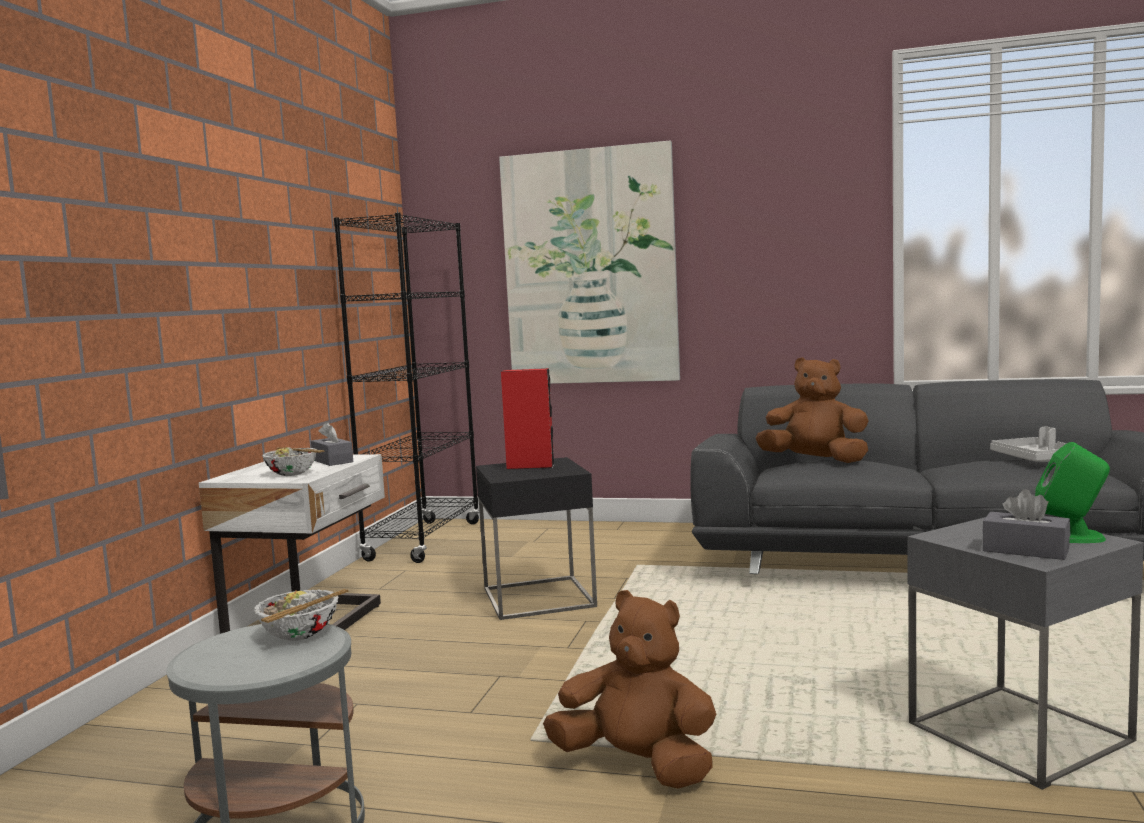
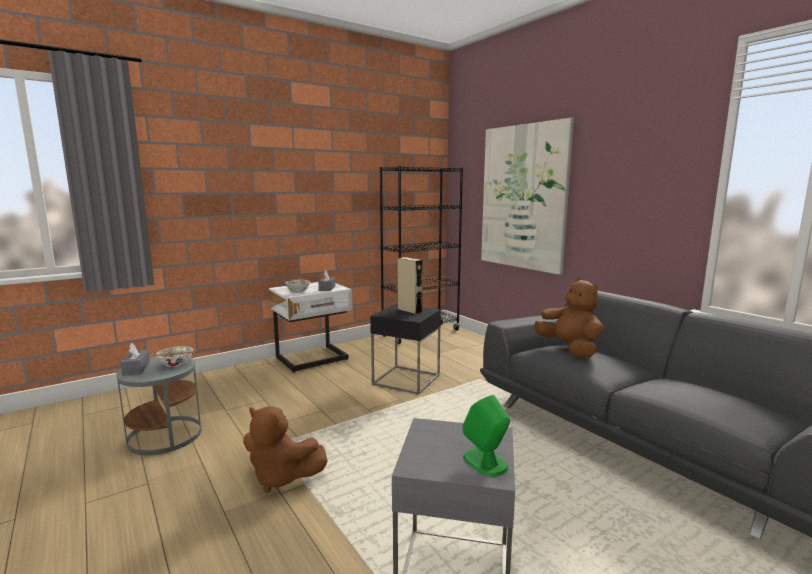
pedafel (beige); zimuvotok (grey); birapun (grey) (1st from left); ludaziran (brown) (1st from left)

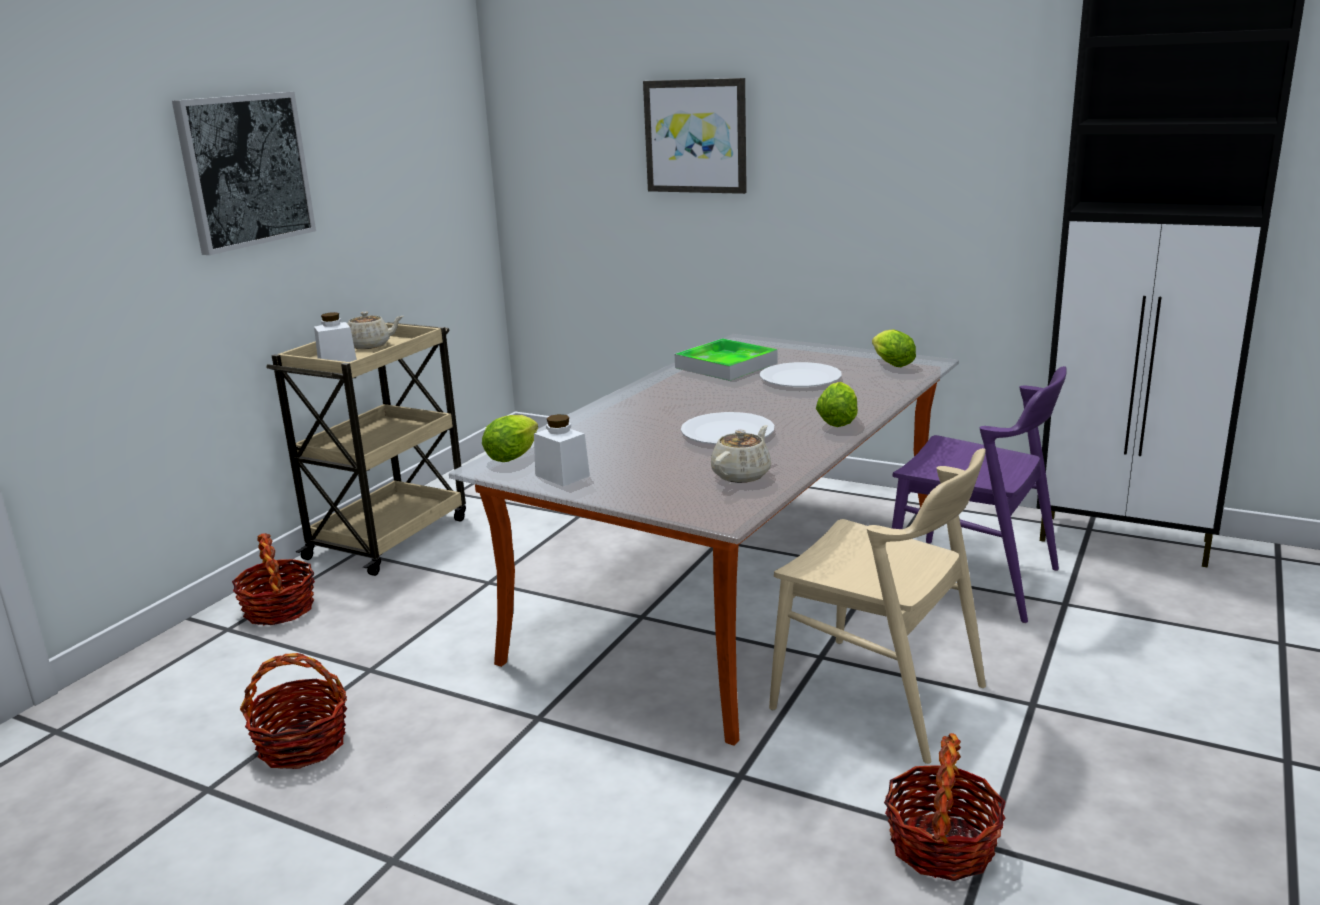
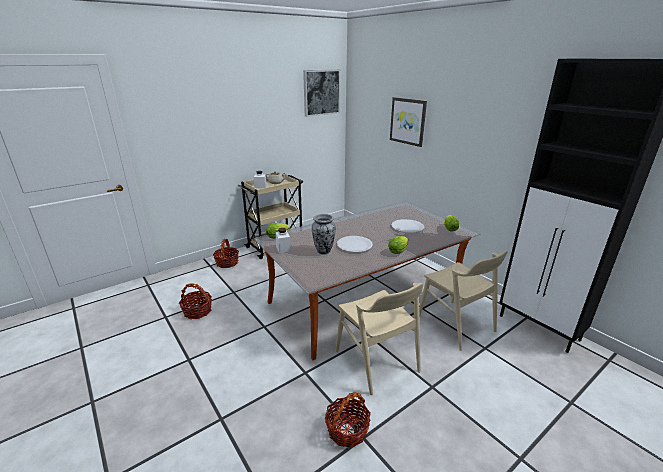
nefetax (1st from left); zimuvotok; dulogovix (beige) (2nd from left); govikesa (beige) (2nd from left in the first image); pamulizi

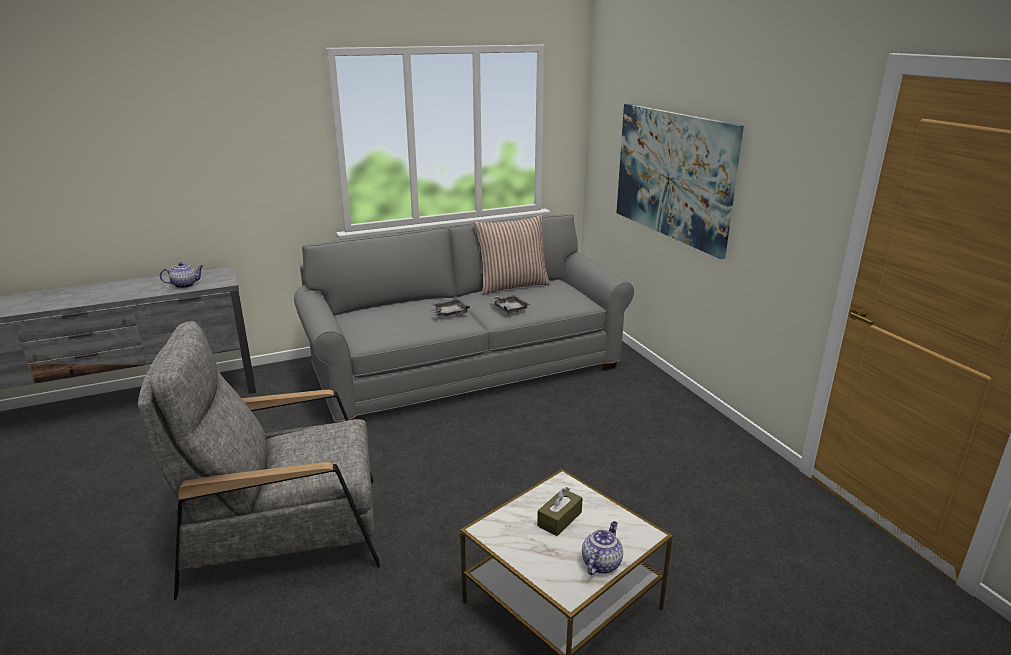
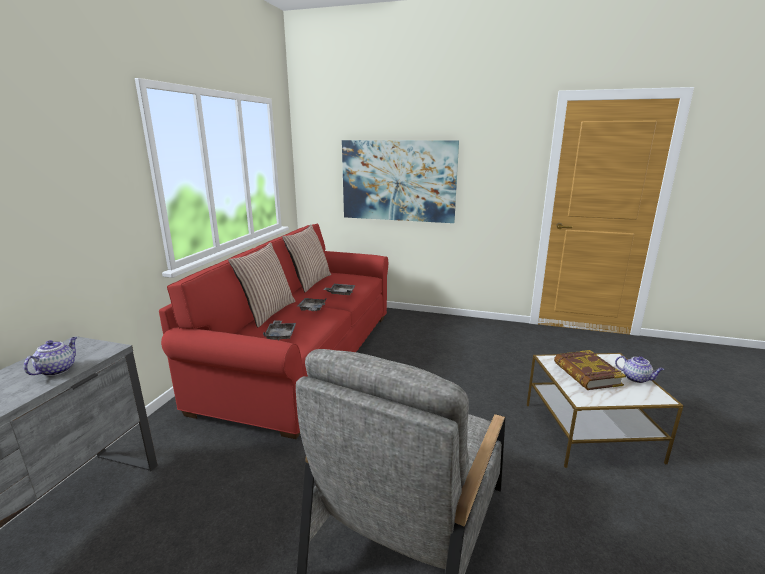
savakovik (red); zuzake; govikesa (2nd from left); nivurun (1st from left); zimuvotok (grey) (1st from left)

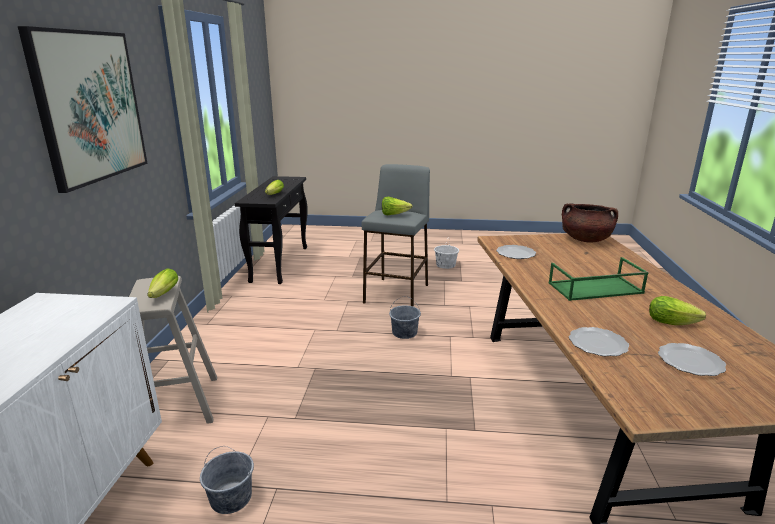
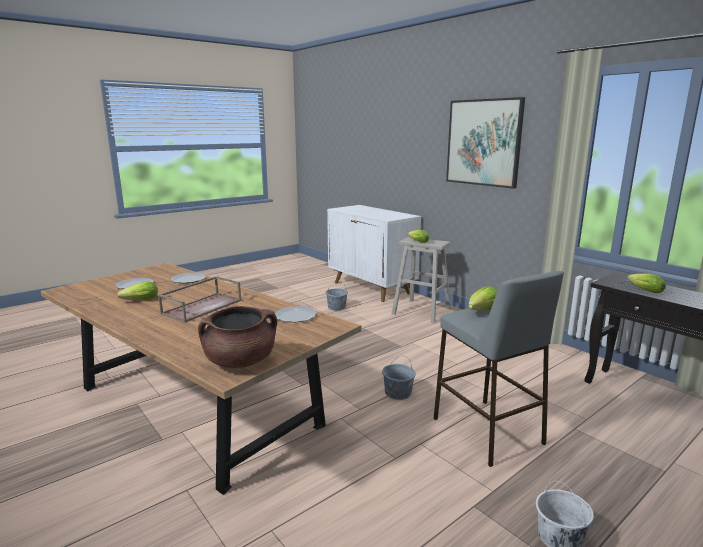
zimuvotok (brown)

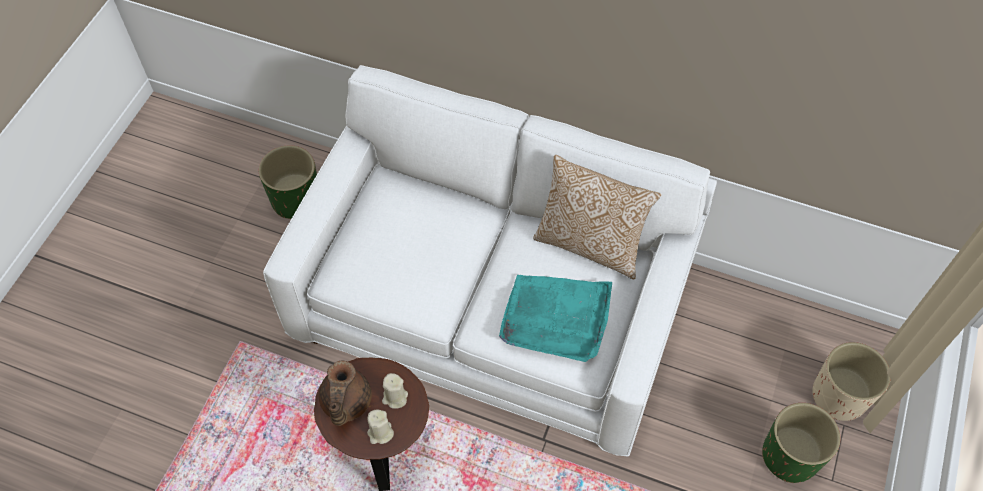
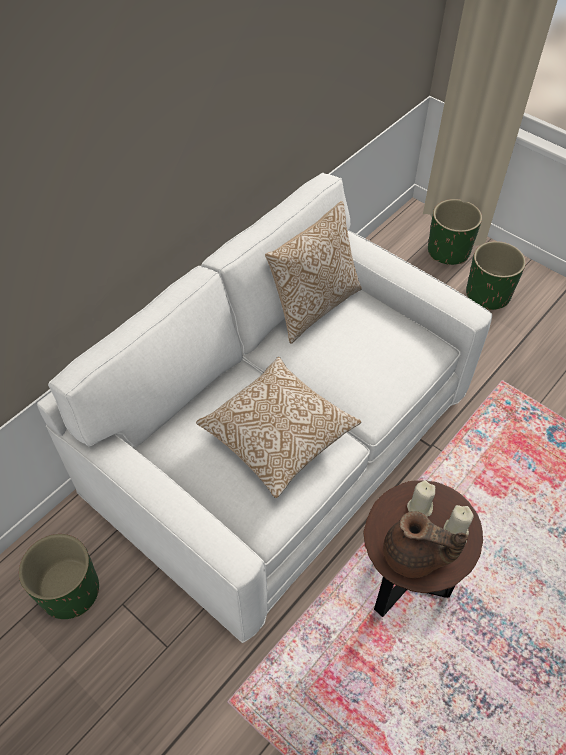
zimuvotok (turquoise); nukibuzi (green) (2nd from left); nivurun (1st from left)

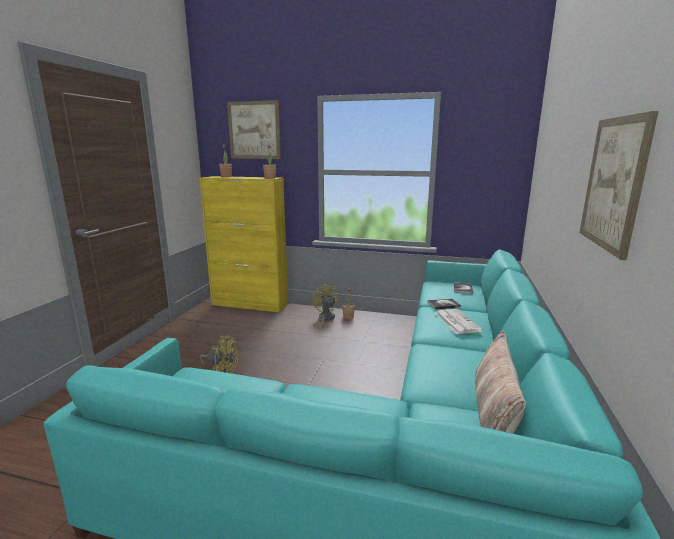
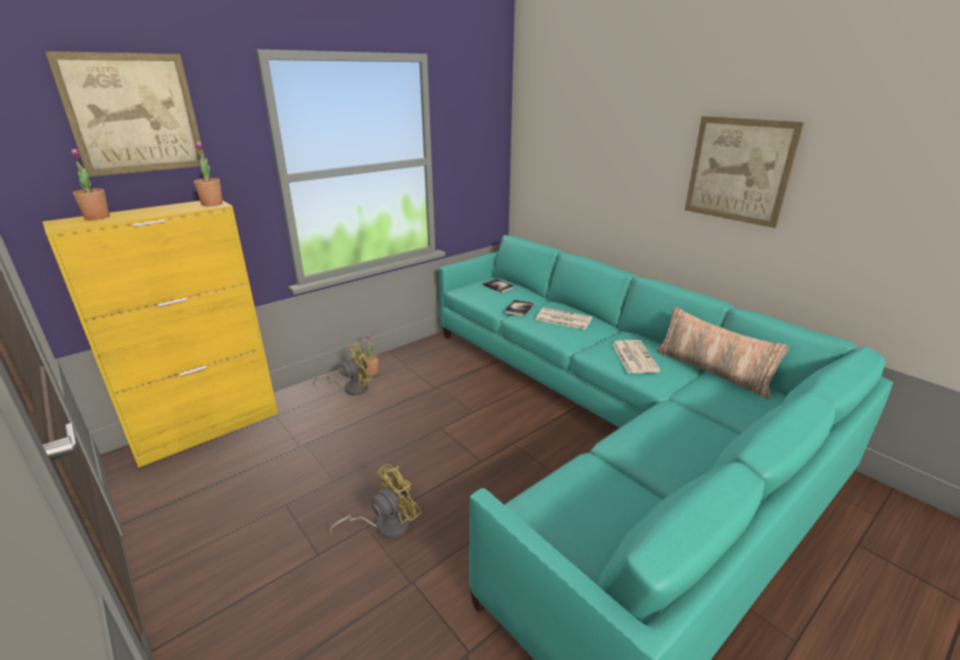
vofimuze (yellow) (1st from left); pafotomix (2nd from left)

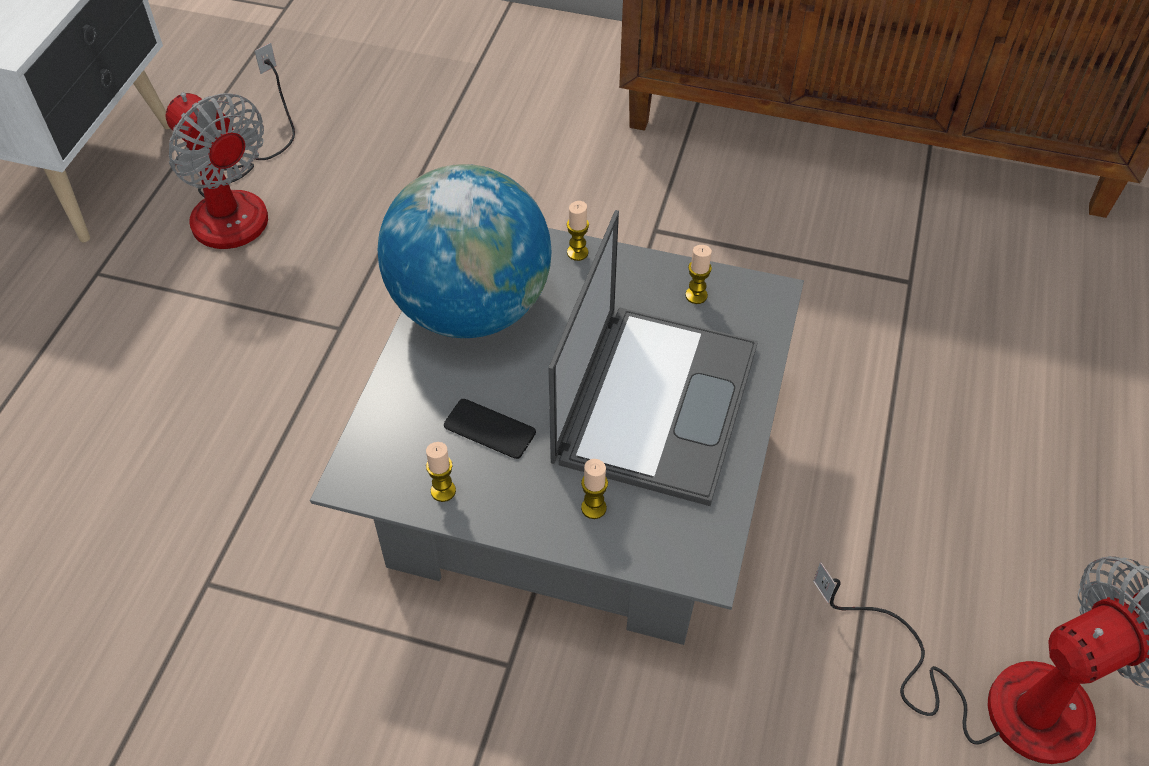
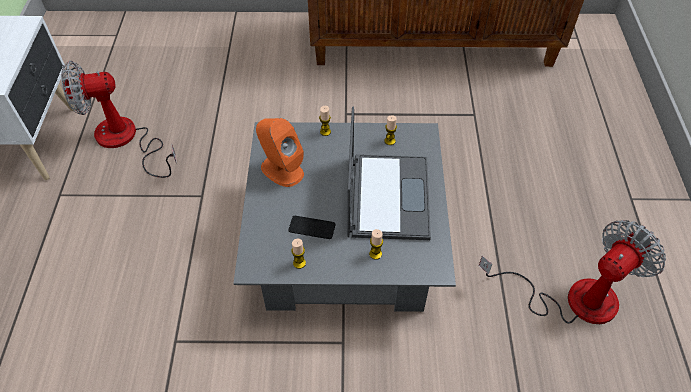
vofimuze (1st from left); pedafel (orange)

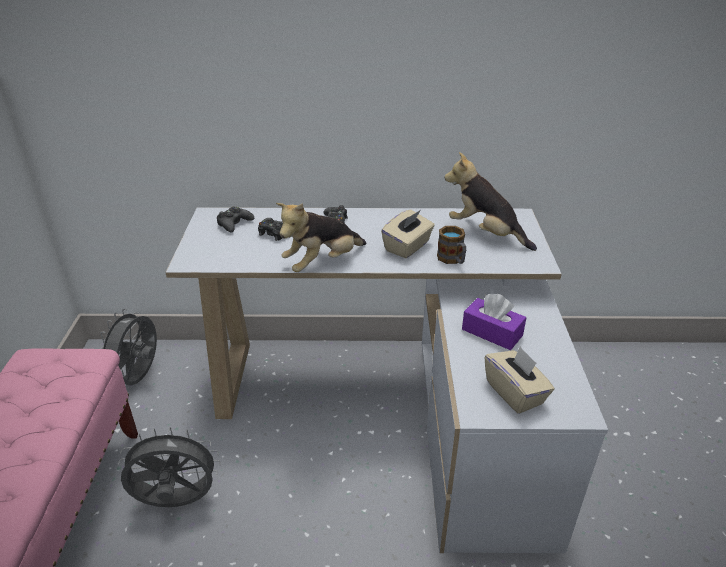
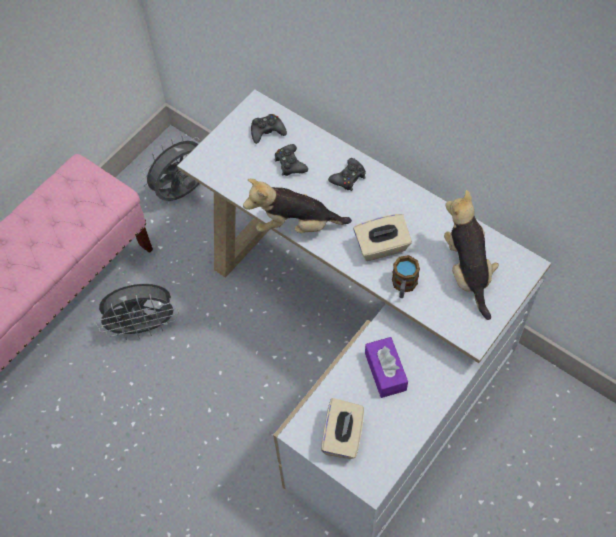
vofimuze (grey) (1st from left)

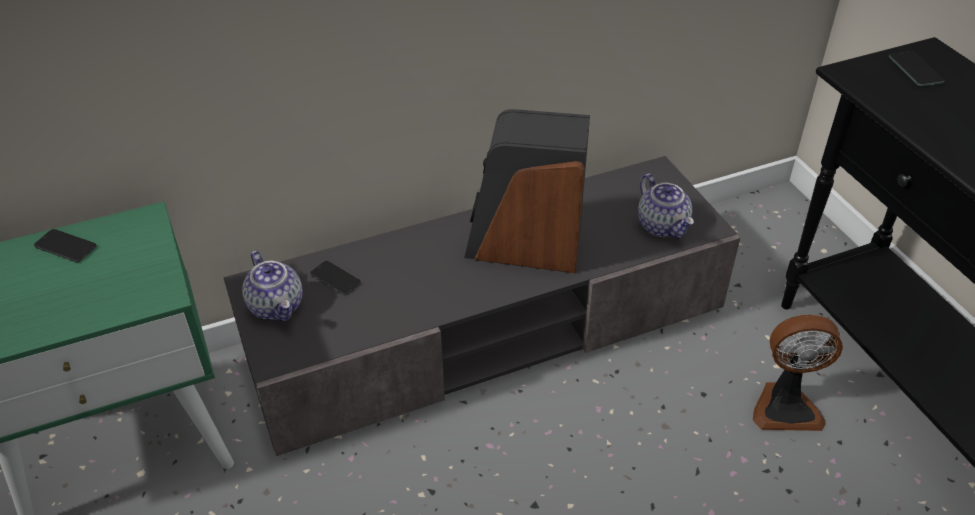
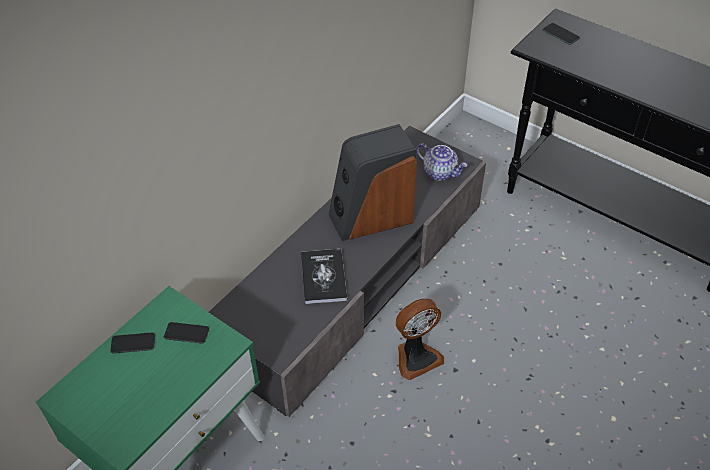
govikesa (1st from left in the first image); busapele (2nd from left); vofimuze; zuzake

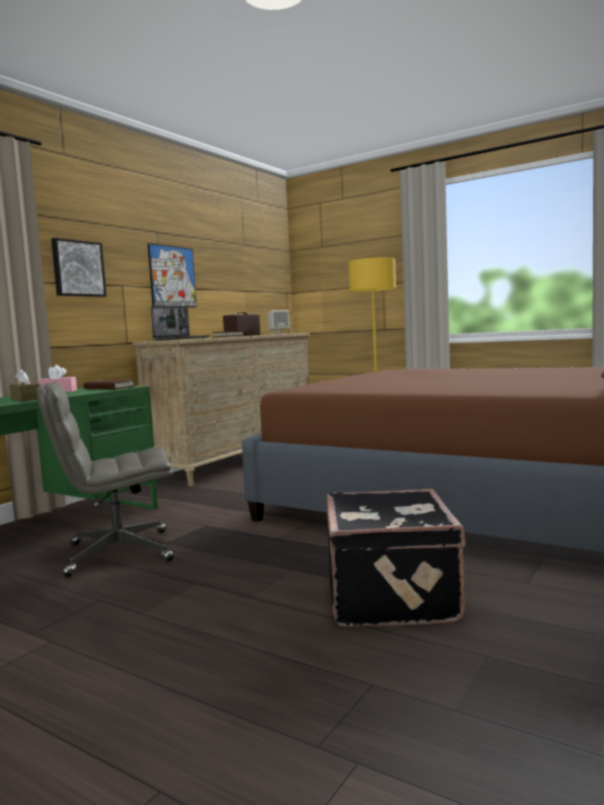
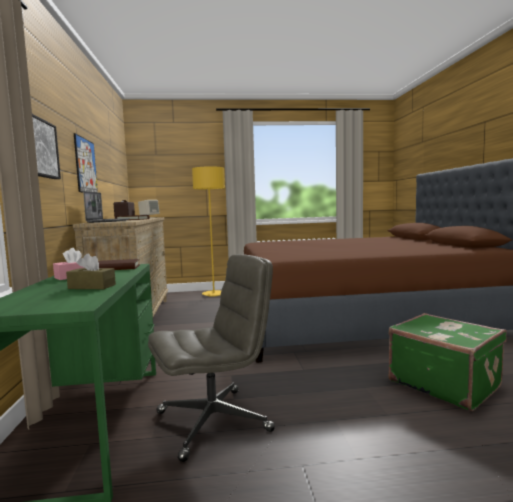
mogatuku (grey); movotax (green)

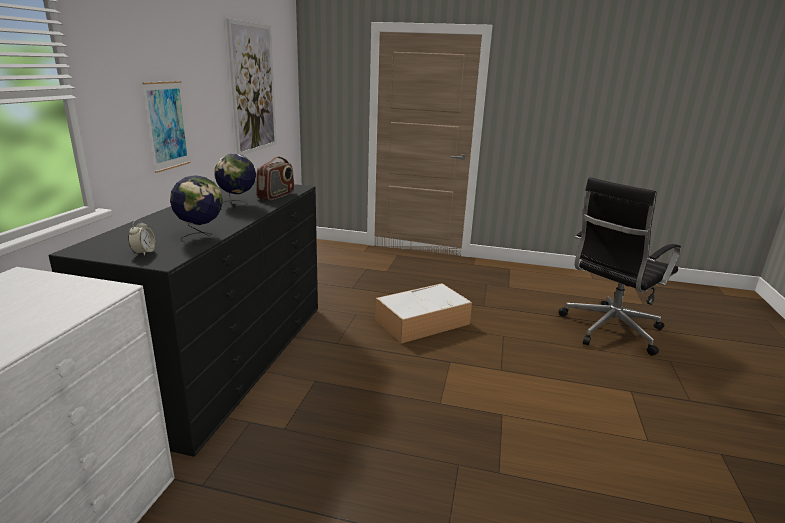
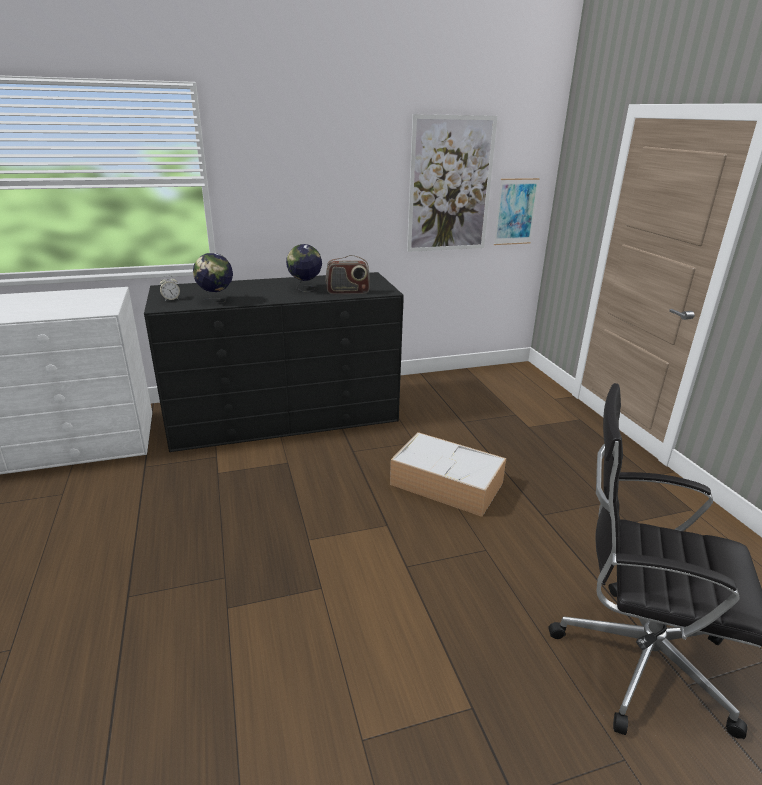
nefetax (2nd from left)

